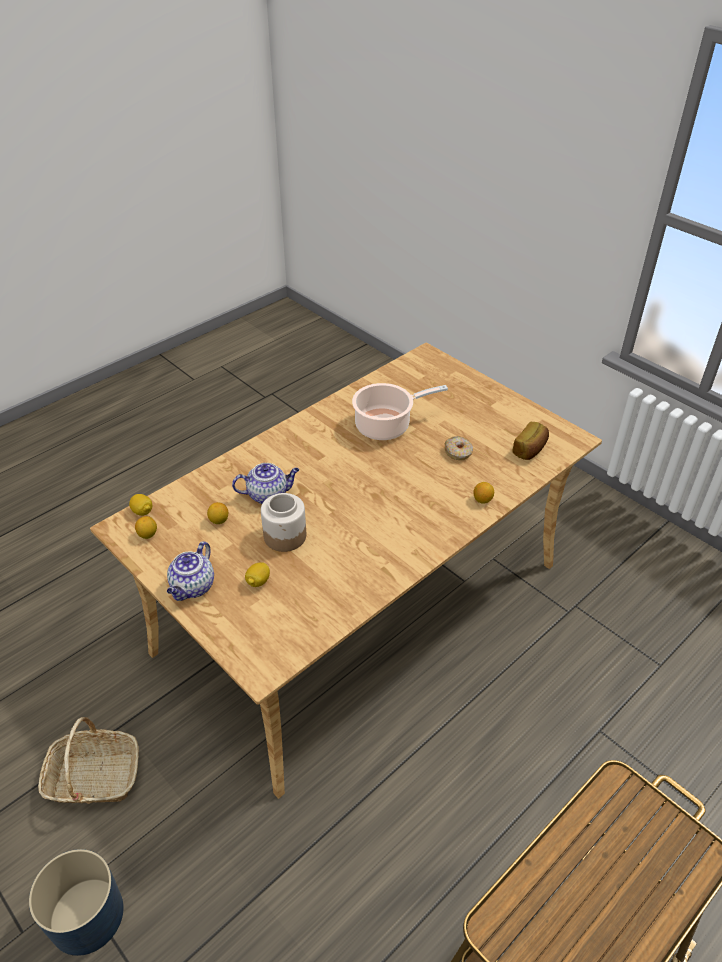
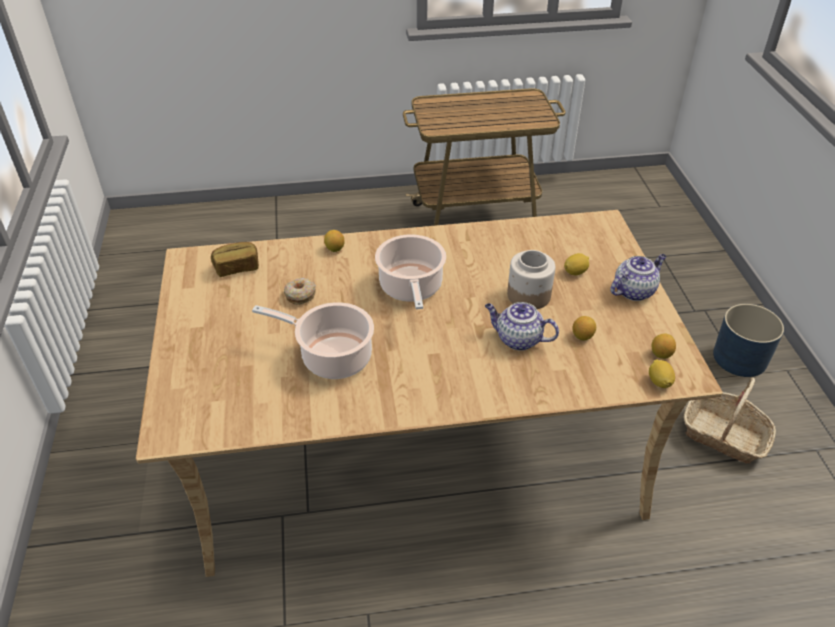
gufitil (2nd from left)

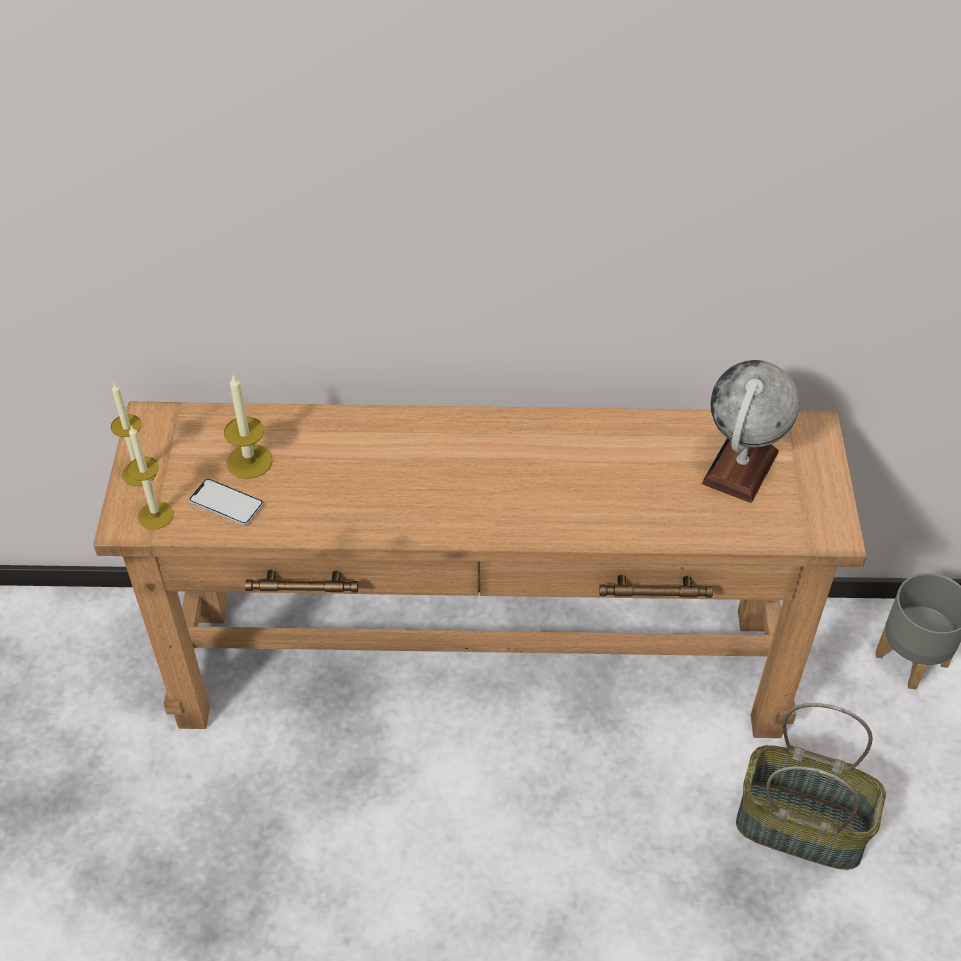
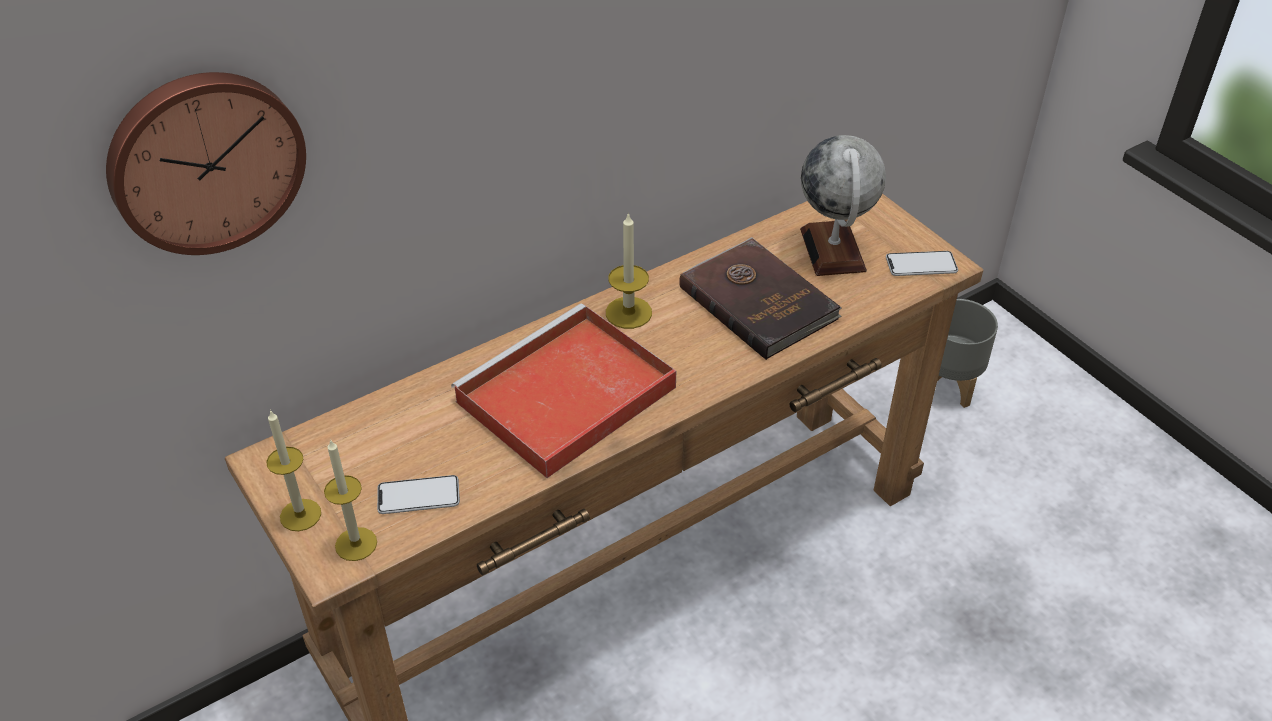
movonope (3rd from left); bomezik; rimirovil; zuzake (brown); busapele (2nd from left); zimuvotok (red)

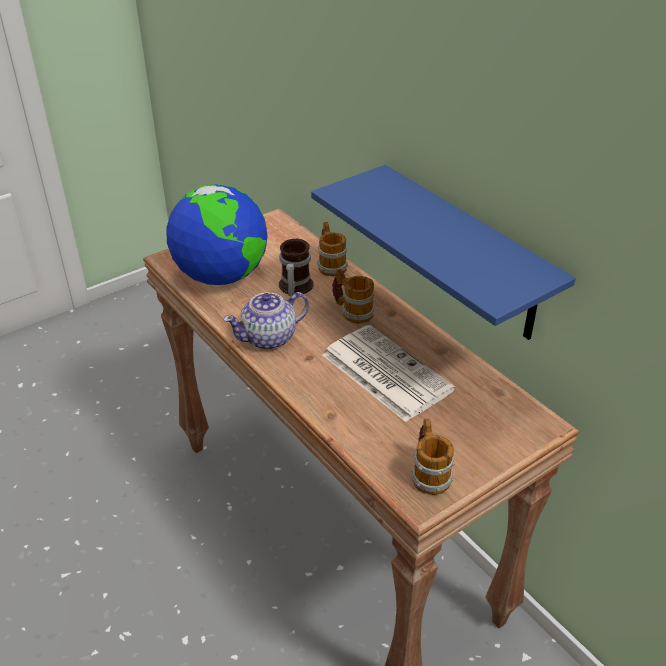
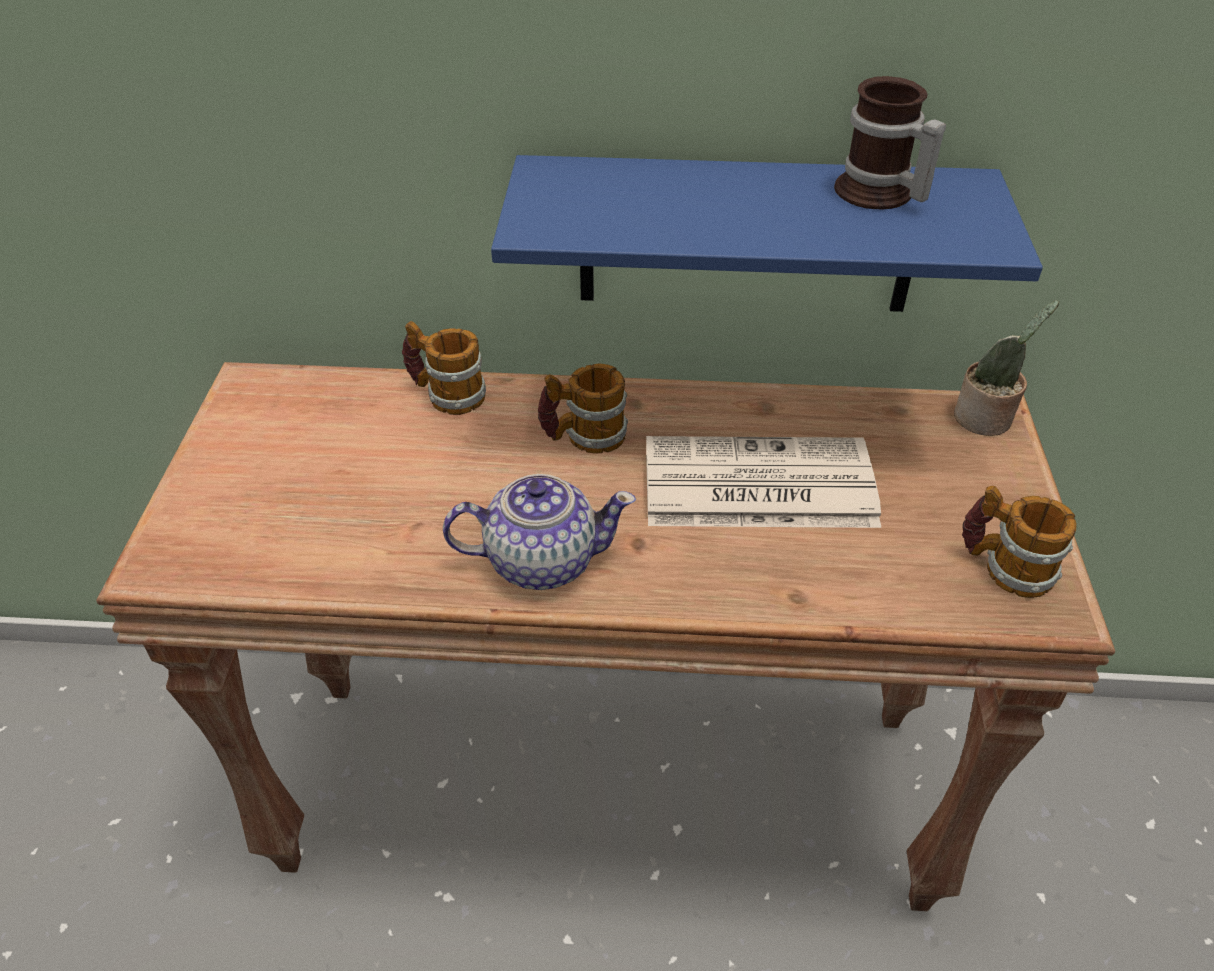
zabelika; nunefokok (3rd from left); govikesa; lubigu

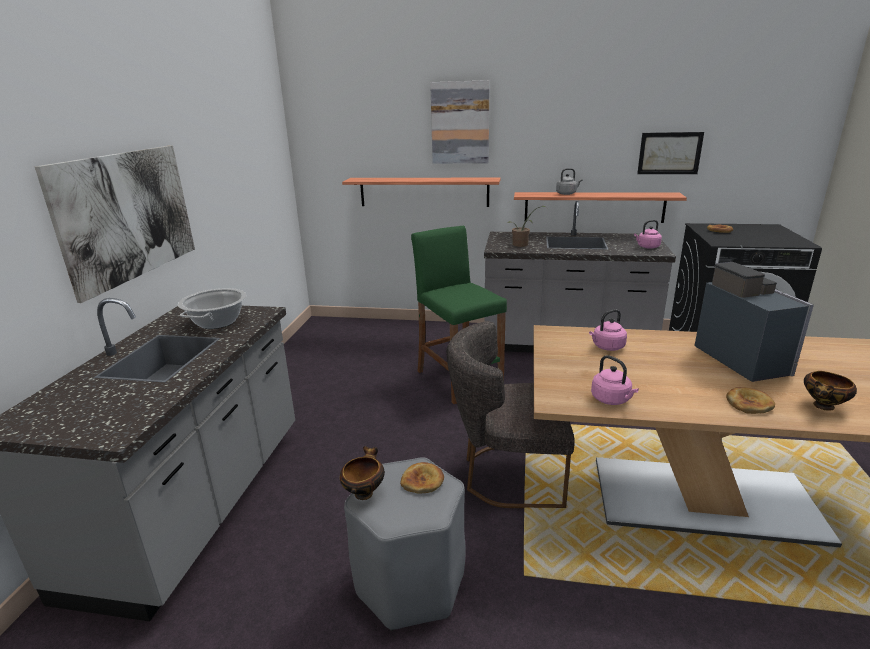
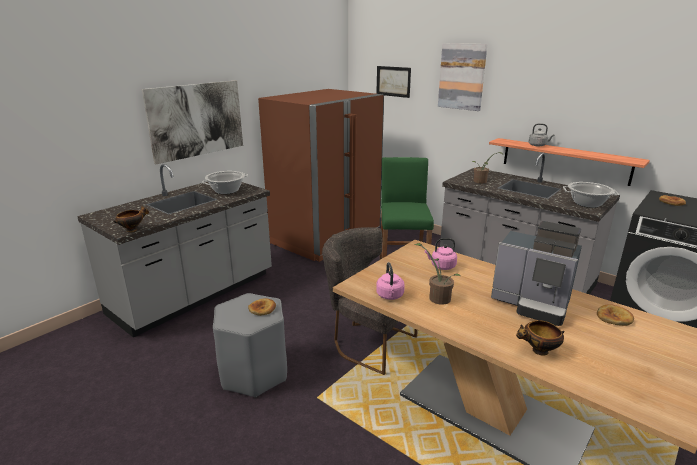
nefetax (2nd from left); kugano (1st from left in the first image); gufitil (2nd from left); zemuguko; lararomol (2nd from left); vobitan (1st from left); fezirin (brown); lubigu (1st from left)

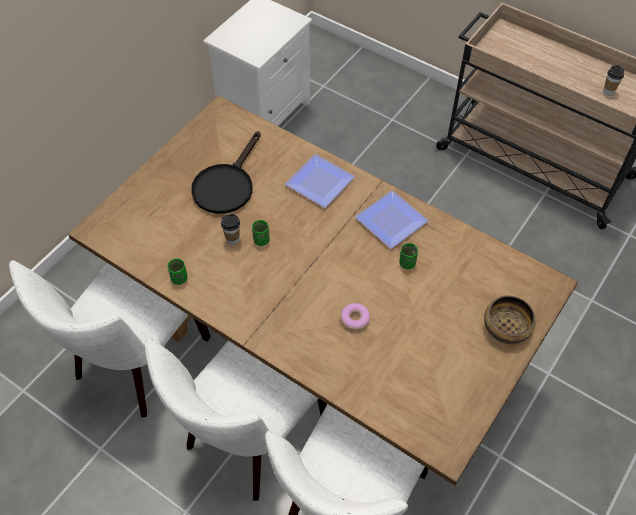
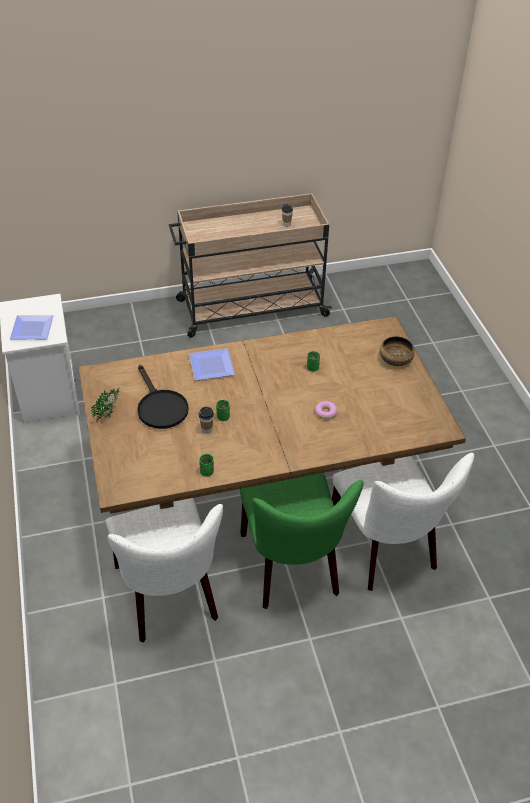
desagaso (1st from left); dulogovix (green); lubigu

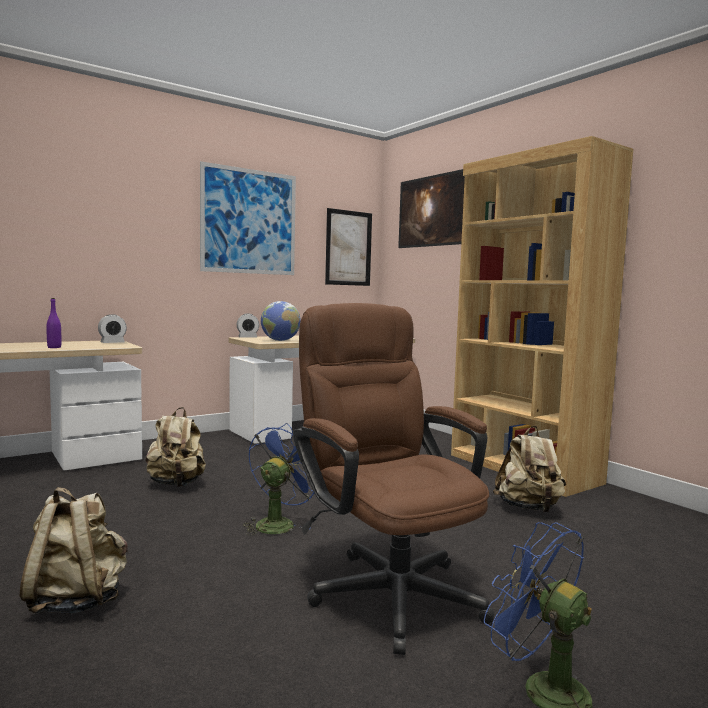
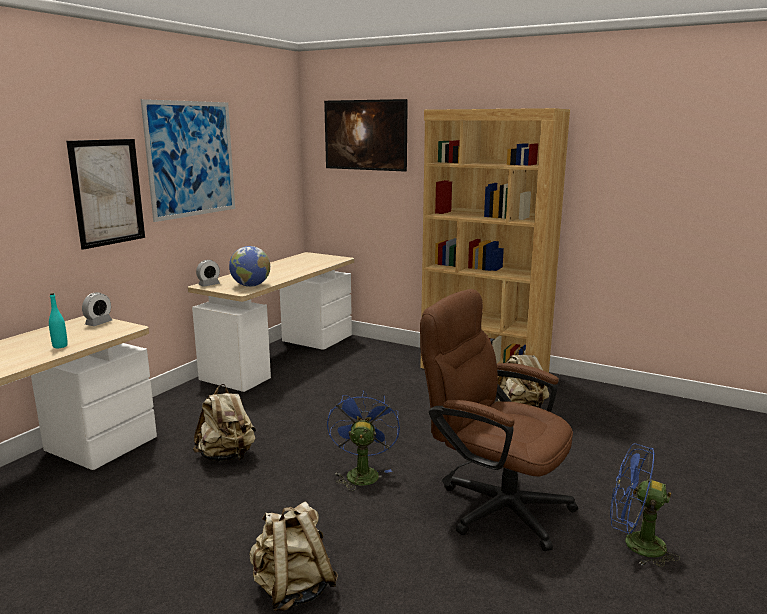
nefetax (1st from left); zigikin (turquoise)

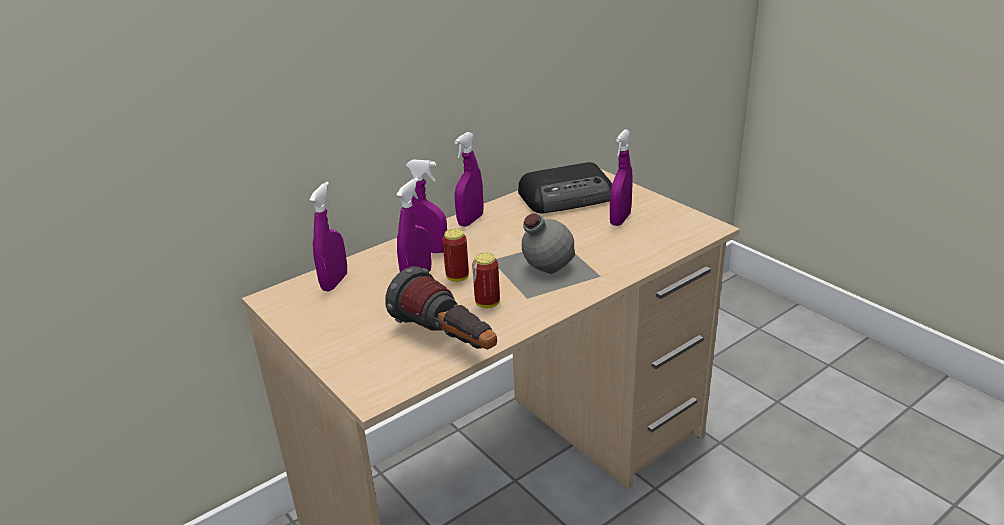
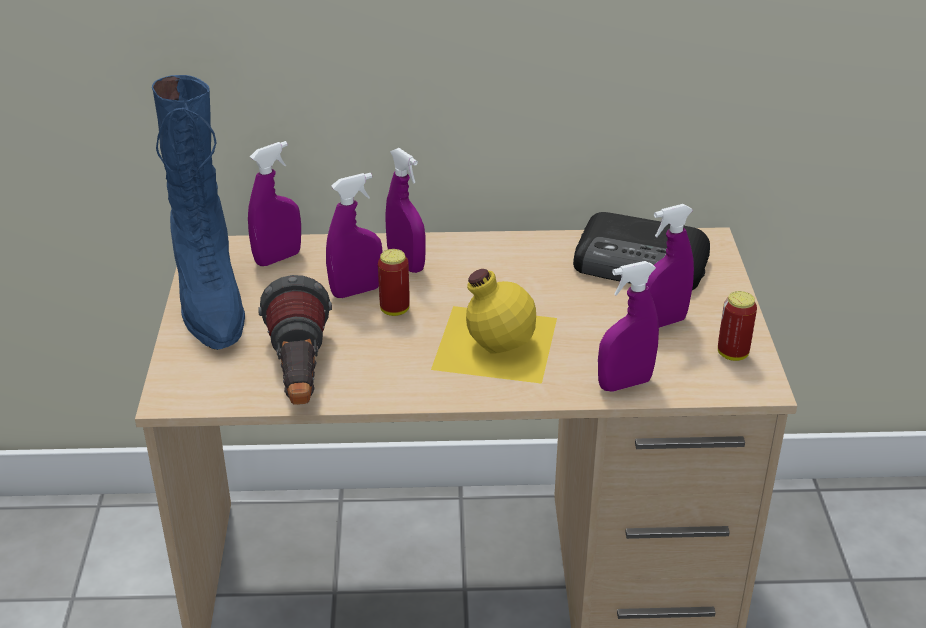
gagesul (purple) (4th from left); zigikin (yellow); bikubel (2nd from left); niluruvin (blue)

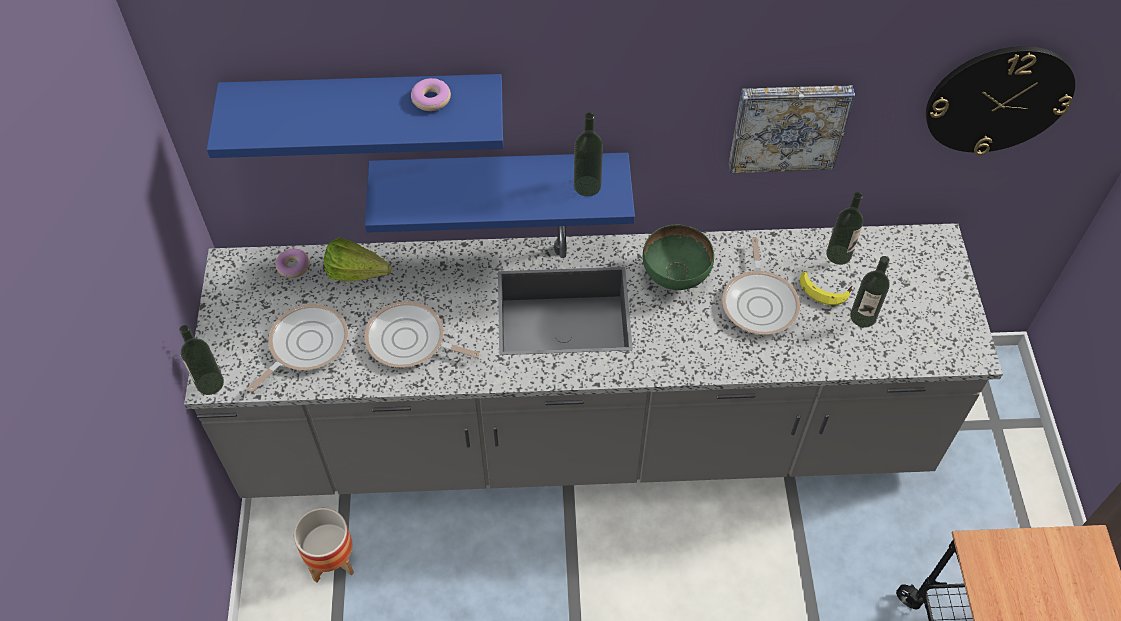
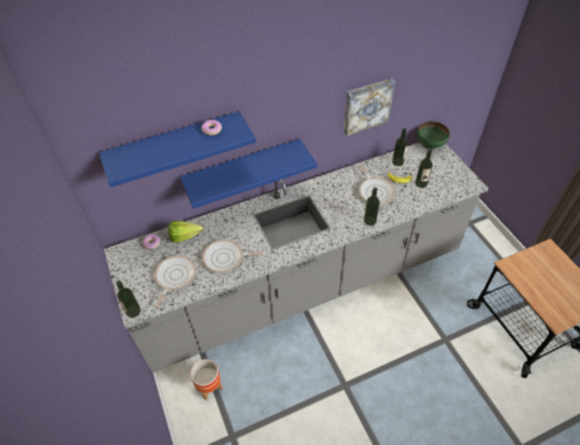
rimirovil; zigikin (2nd from left); vobitan (green)

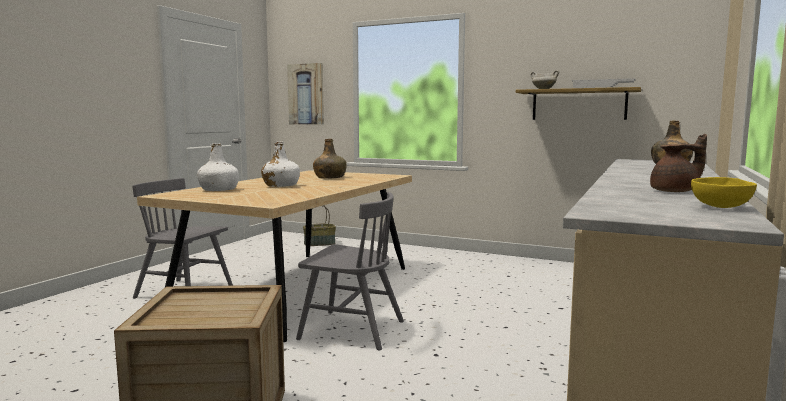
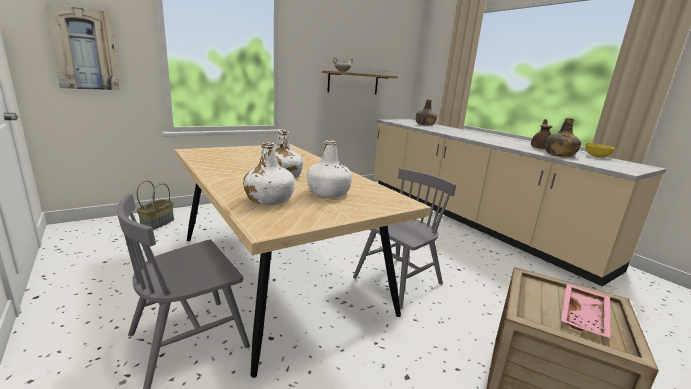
zigikin (green) (2nd from left); zigikin (white) (3rd from left); zimuvotok (pink)

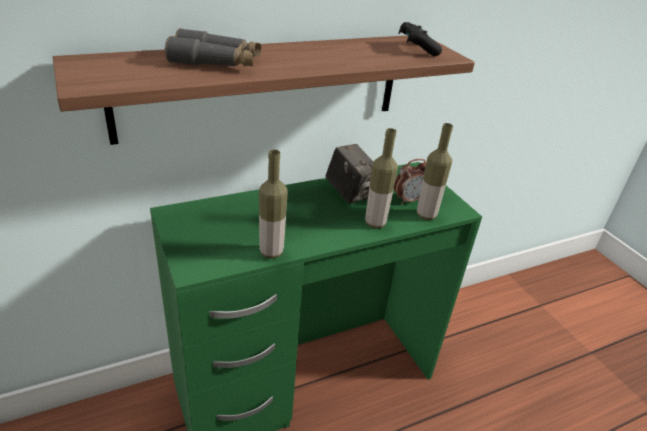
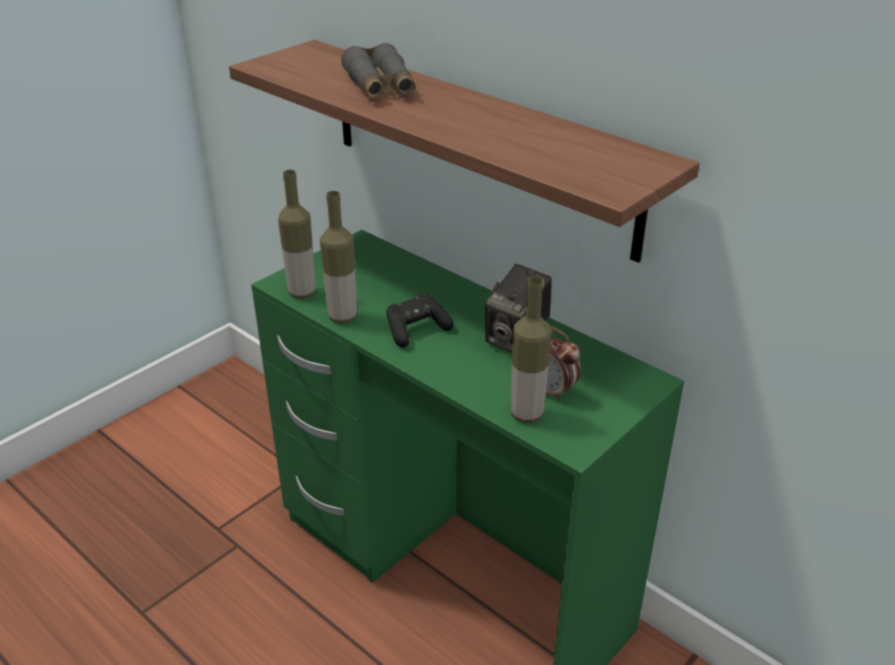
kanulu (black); zigikin (1st from left)

